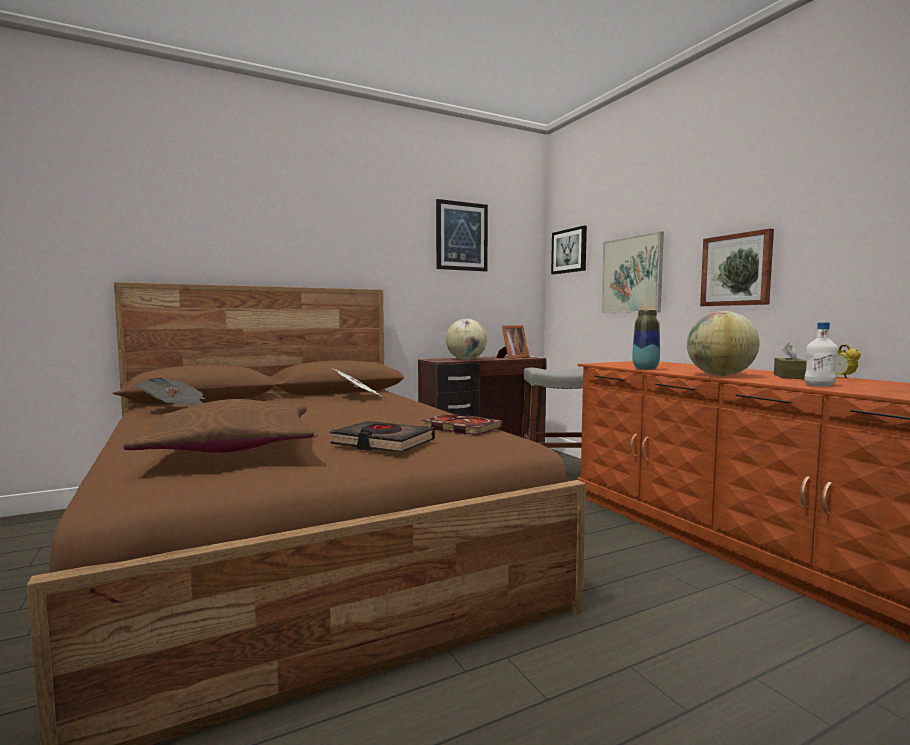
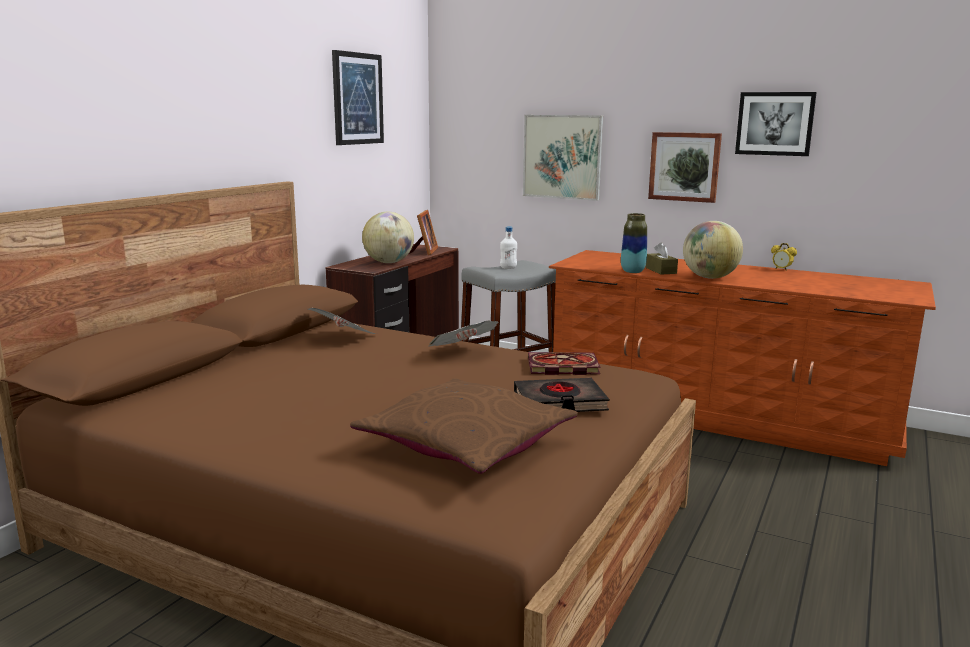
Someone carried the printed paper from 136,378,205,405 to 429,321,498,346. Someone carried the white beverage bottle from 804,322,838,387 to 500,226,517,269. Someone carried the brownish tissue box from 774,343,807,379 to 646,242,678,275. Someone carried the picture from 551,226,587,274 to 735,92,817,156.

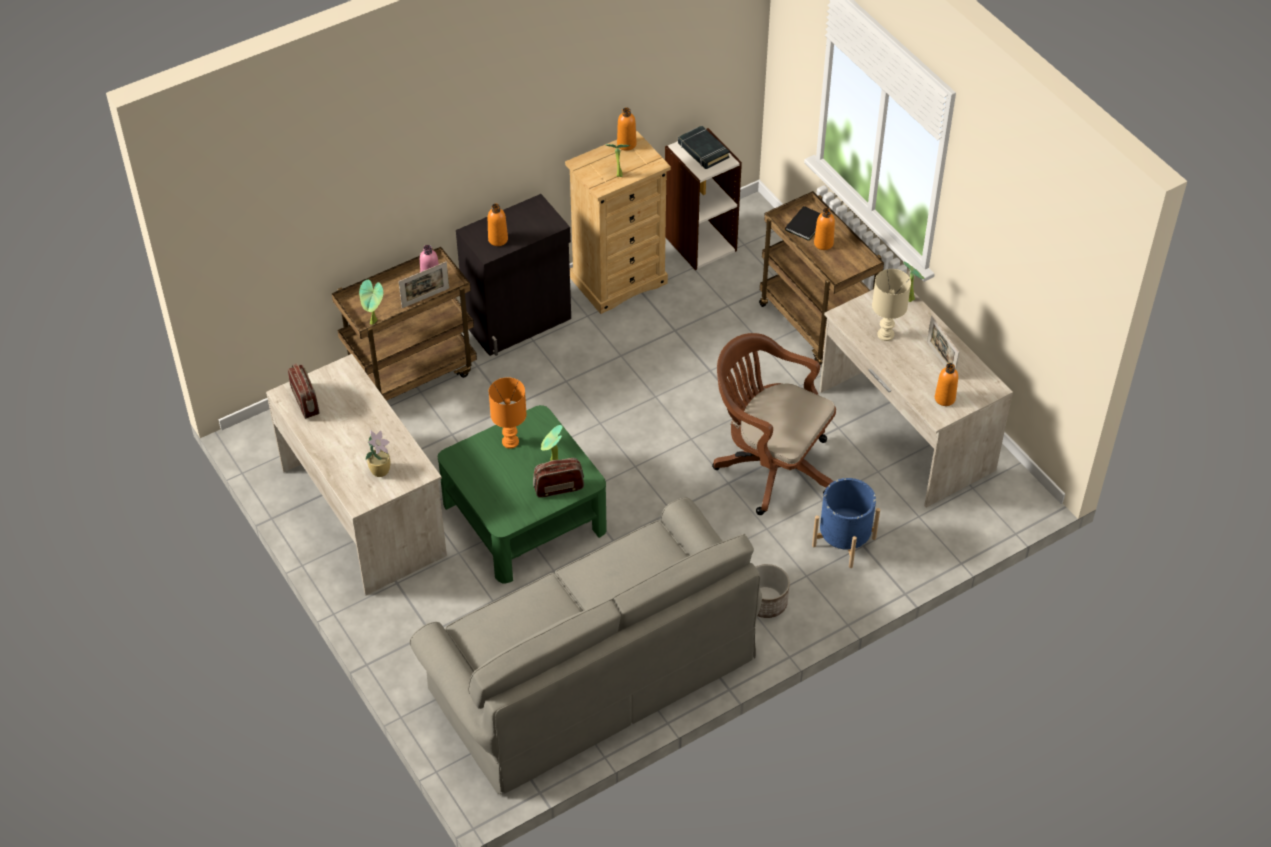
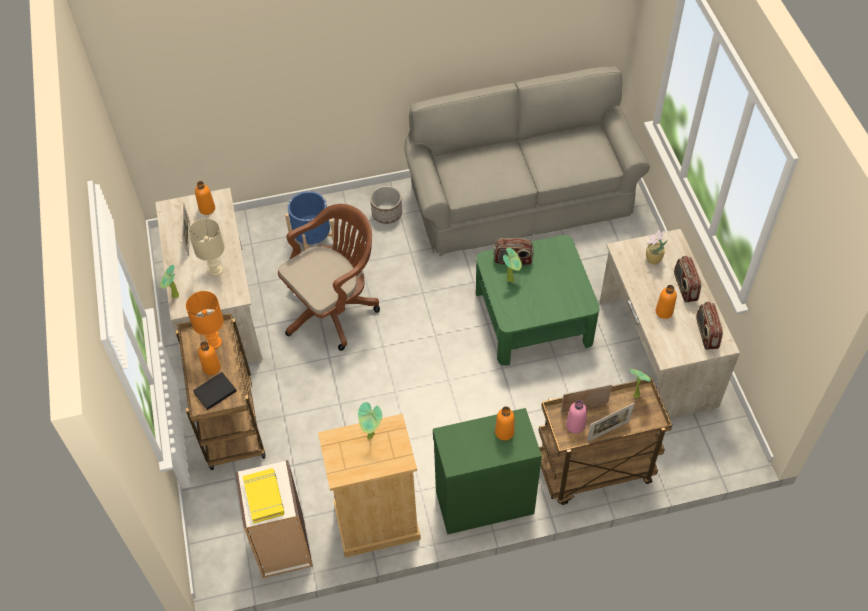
Someone carried the orange-coloured tabletop lamp from 489,377,527,449 to 186,291,224,349. Someone repainted the black volume at 678,126,730,169, which became the yellow volume at 243,468,285,523. Someone rotated the brownish desk chair at 712,333,836,515 by 90 degrees counterclockwise. Someone repainted the black cupboard at 456,194,571,356, which became the green cupboard at 433,408,542,535. Someone put down the photo frame at 587,403,634,442. Someone carried the orange-coloured beverage bottle from 617,108,636,151 to 655,285,677,319. Someone put down the radio at 674,256,701,303.

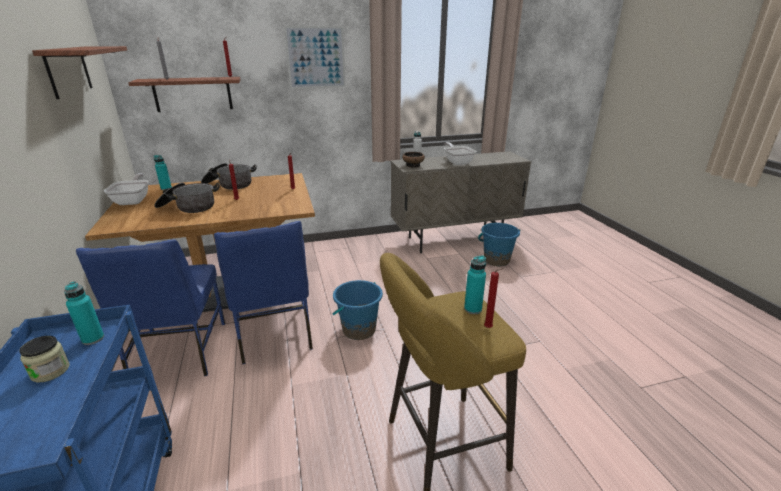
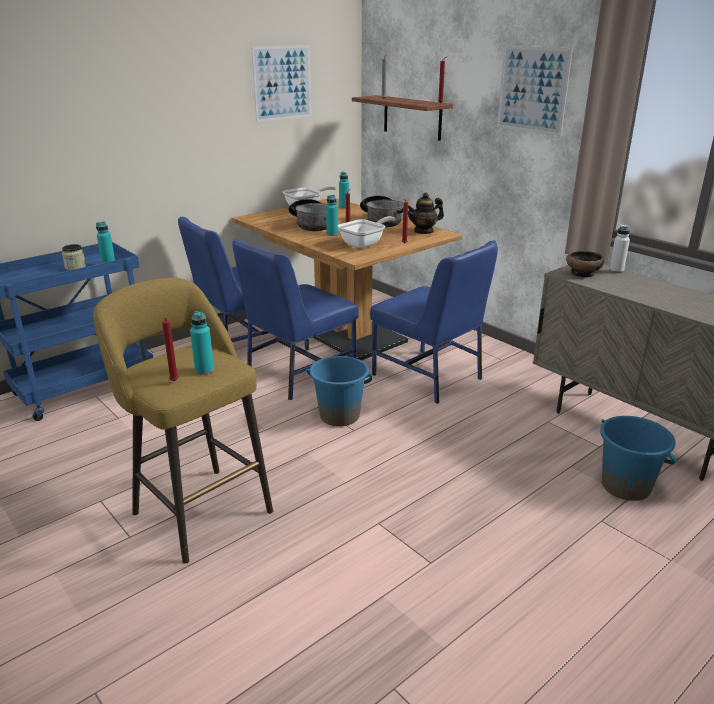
Someone swapped the bracket shelf at 32,46,127,99 for the picture at 251,45,311,122. Someone put down the blue-green beverage bottle at 326,195,338,236. Someone carried the frying pan from 444,142,476,165 to 338,216,395,248. Someone put down the blue-coloured upright chair at 370,240,498,404. Someone put down the tea pot at 408,192,444,234.

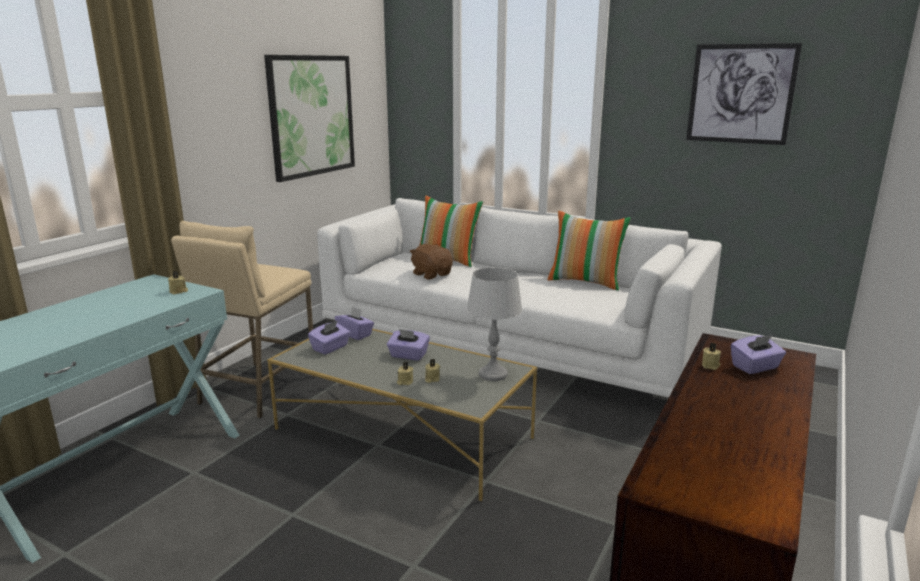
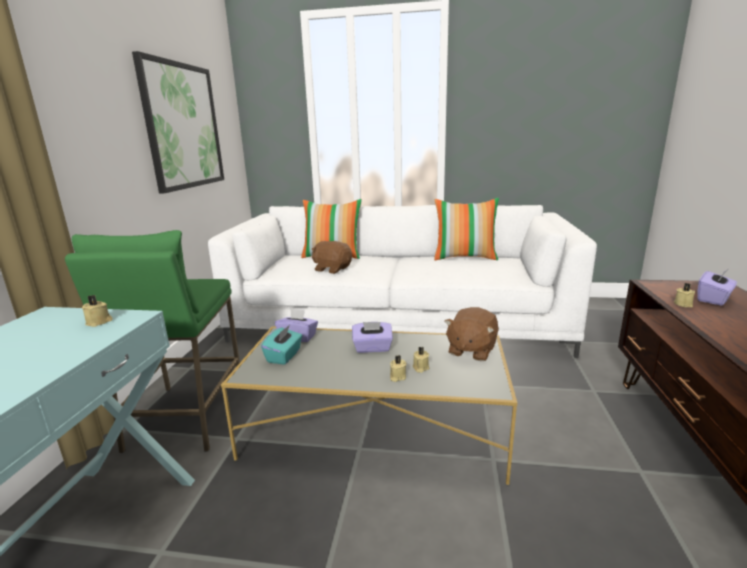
Someone repainted the beige sitting stool at 171,221,316,418, which became the green sitting stool at 65,230,240,453. Someone repainted the purplish tissue box at 308,320,350,354, which became the blue-green tissue box at 261,325,302,365. Someone swapped the grey tabletop lamp at 467,267,522,381 for the brownish plush toy at 444,307,499,361. Someone took away the picture at 686,43,802,145.

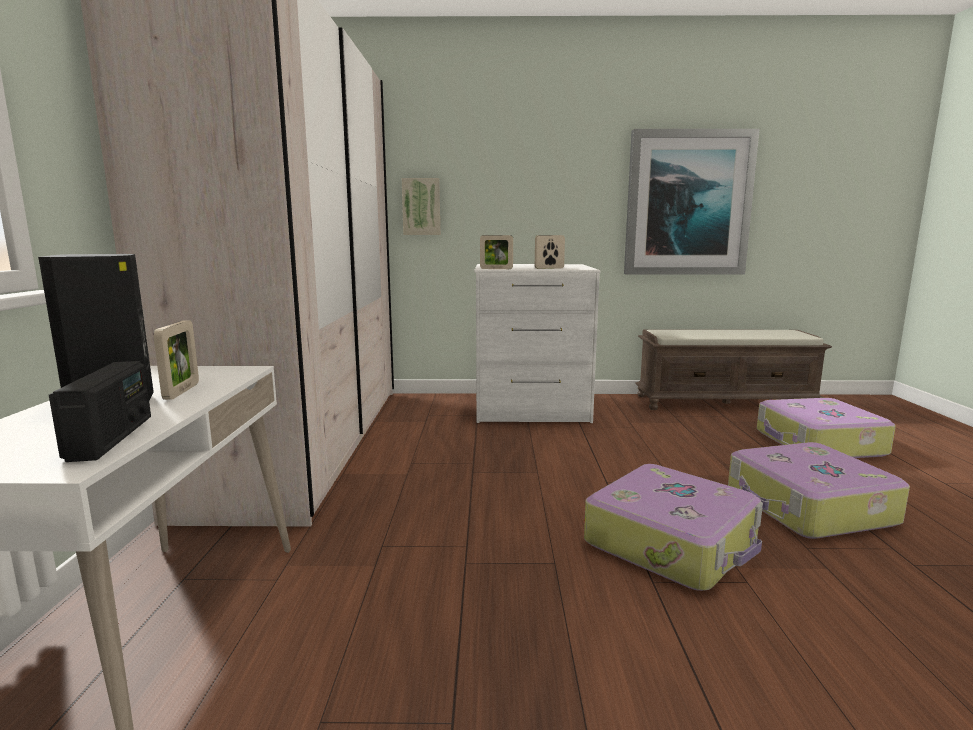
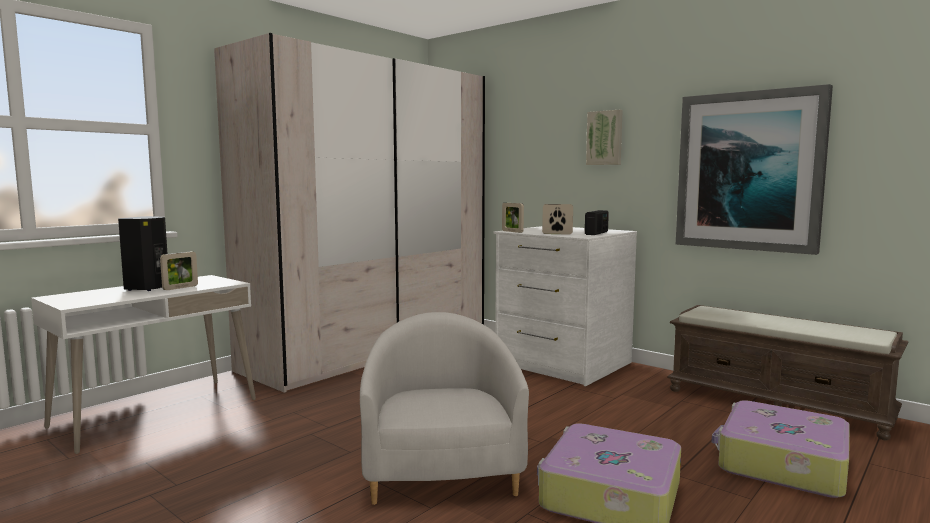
Someone swapped the suitcase at 584,464,763,591 for the white armchair at 360,312,529,505. Someone carried the radio from 49,361,151,462 to 585,210,609,235. Someone carried the picture from 402,178,440,235 to 586,110,623,165.

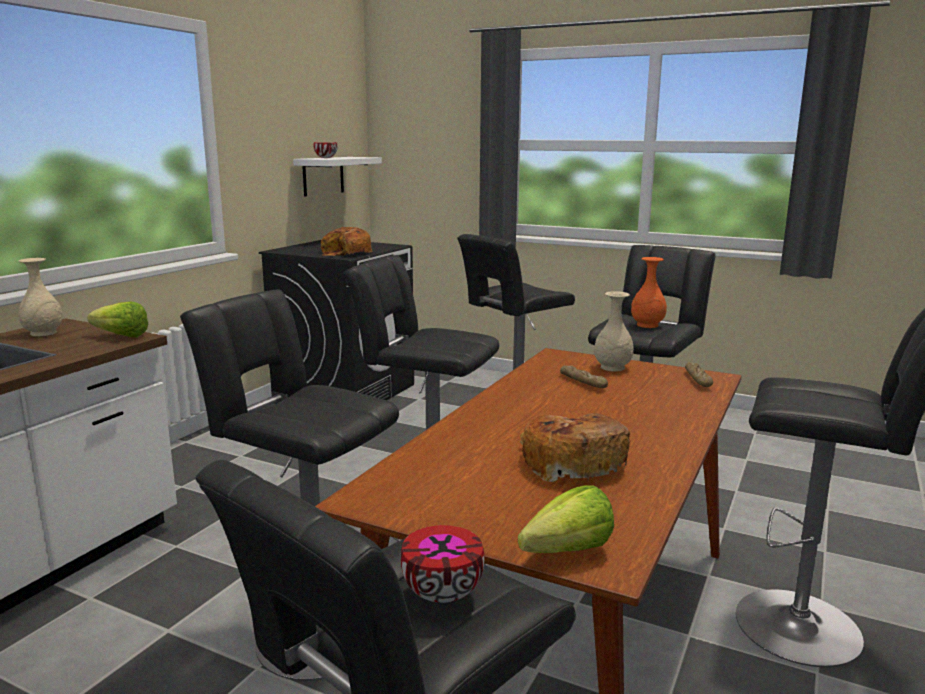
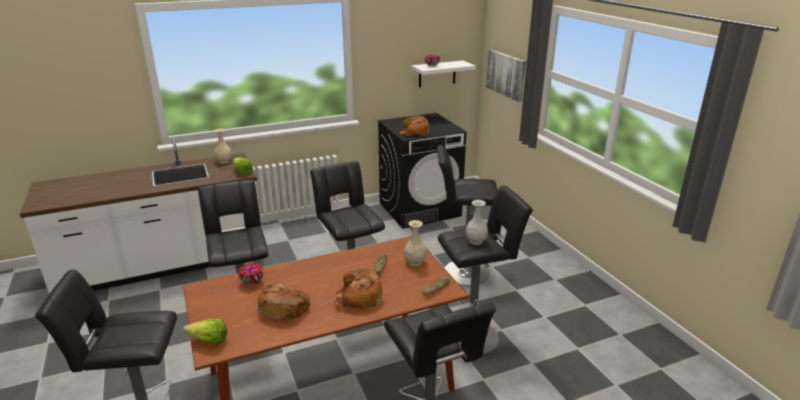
Someone carried the deep dish from 401,525,484,603 to 238,263,263,285. Someone put down the baked bread at 334,268,382,309. Someone repainted the orange-coloured decorative vase at 631,257,667,328, which became the white decorative vase at 466,200,488,245. Someone put up the picture at 486,50,526,102.

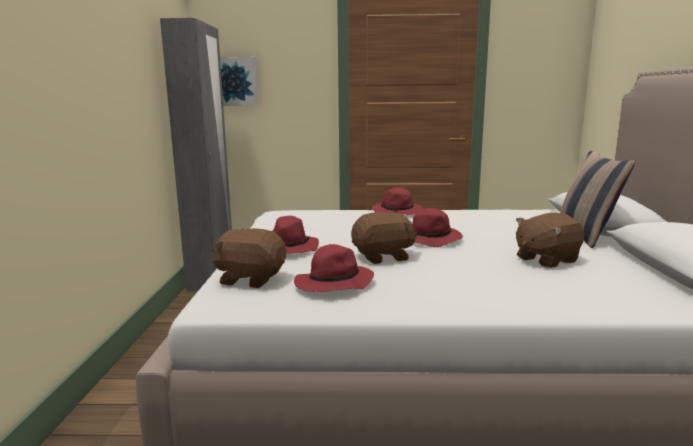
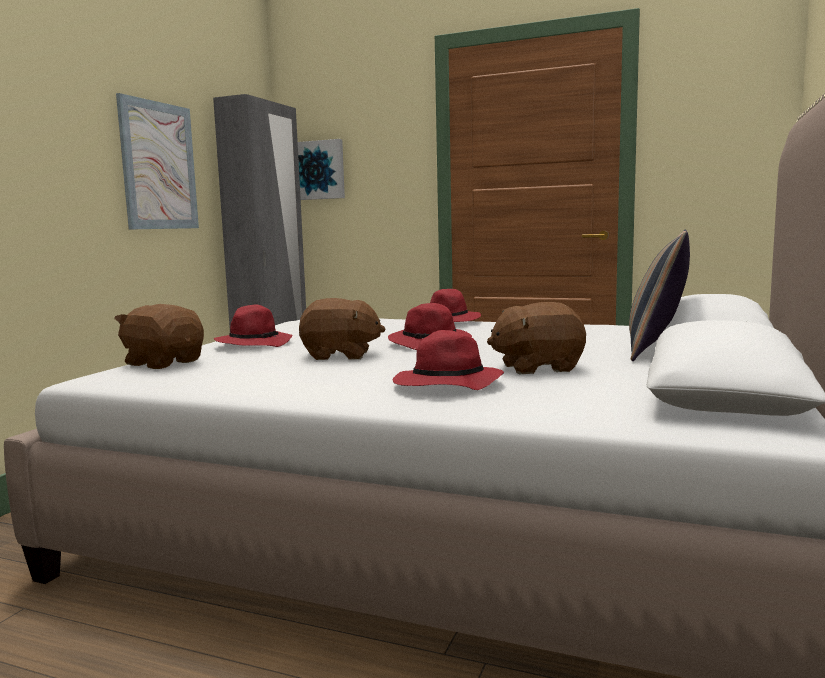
Someone put up the picture at 116,93,199,230. Someone carried the red clothing hat from 294,244,374,292 to 393,330,504,390.

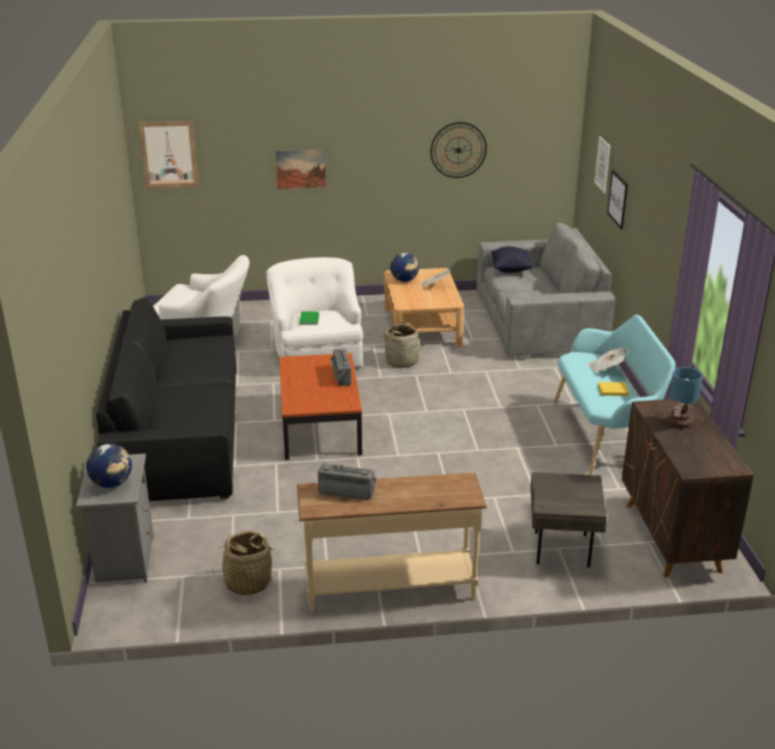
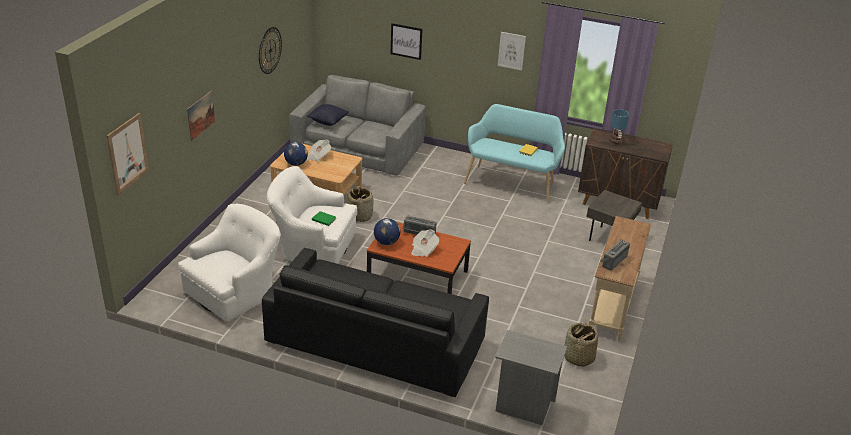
Someone carried the globe from 86,443,132,488 to 374,218,400,245. Someone carried the printed paper from 587,347,628,372 to 411,229,439,257. Someone carried the picture from 594,136,611,193 to 498,32,526,71.

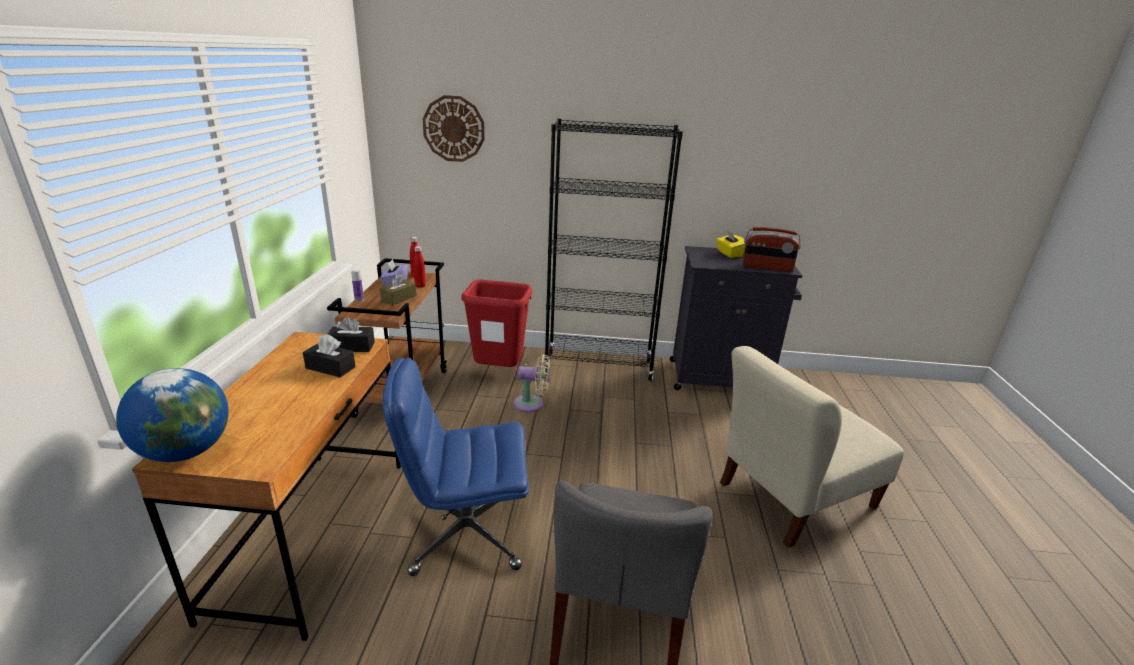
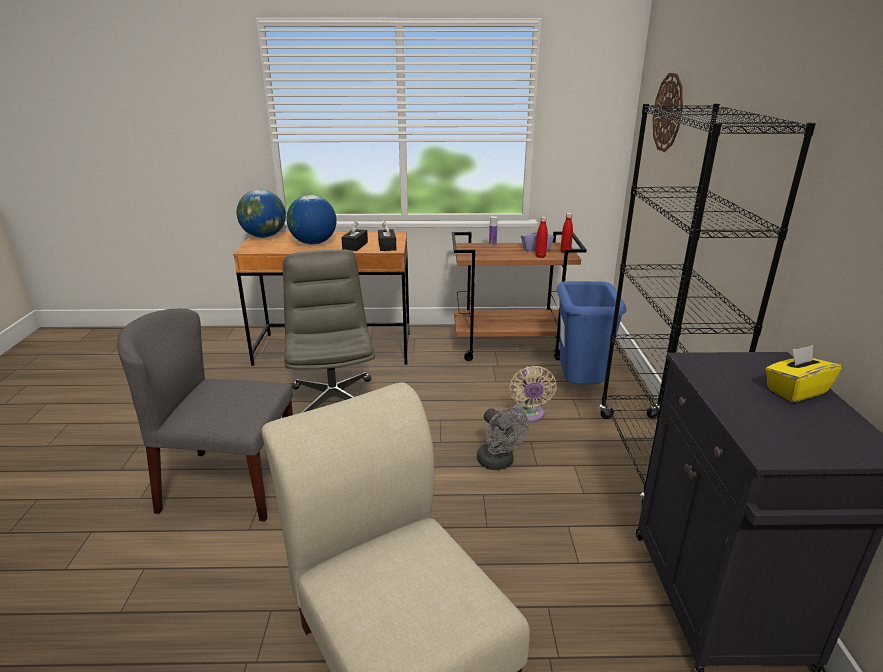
Someone repainted the blue-coloured desk chair at 382,358,529,576, which became the grey desk chair at 282,249,375,413. Someone put down the globe at 286,195,337,245. Someone put down the grey cooling fan at 477,408,529,470. Someone repainted the red rubbish bin at 461,280,532,367, which became the blue-coloured rubbish bin at 556,281,626,384. Someone took away the brownish tissue box at 380,273,417,305. Someone took away the radio at 742,227,801,272.

